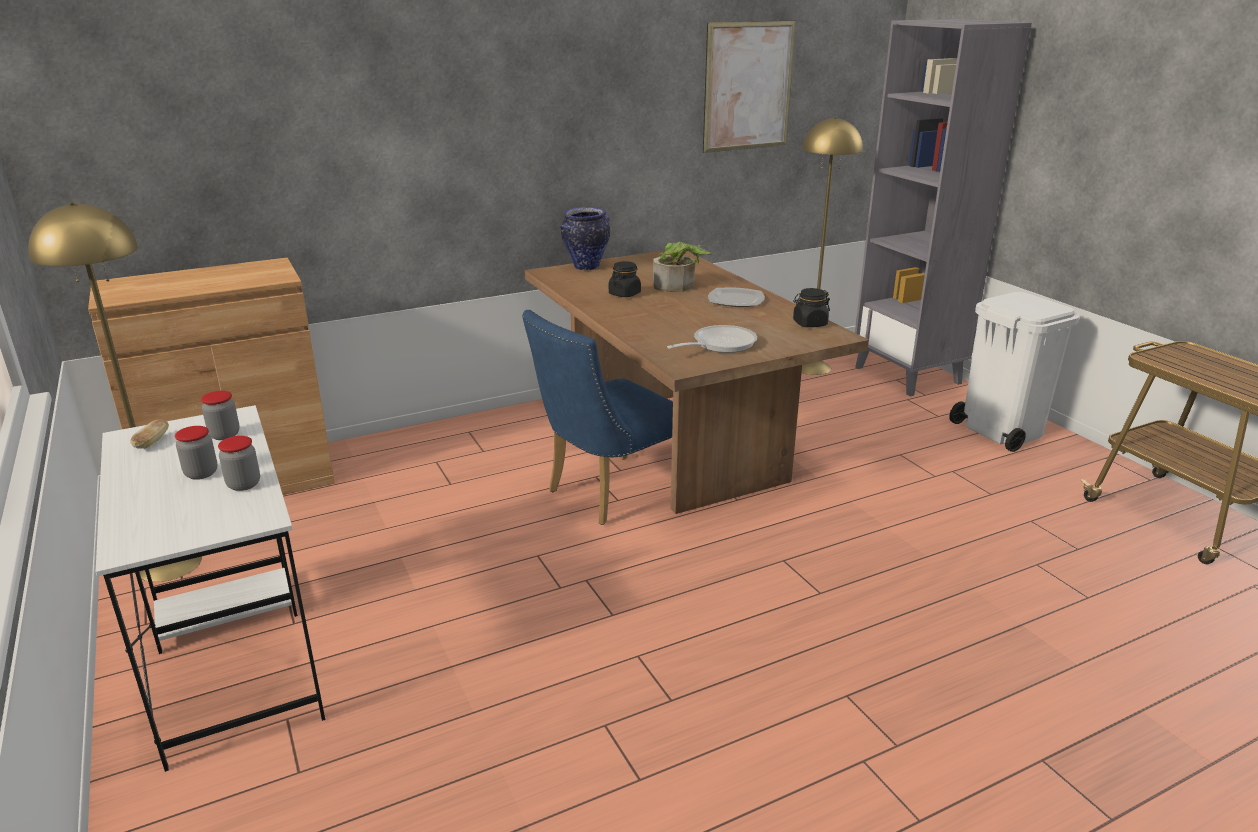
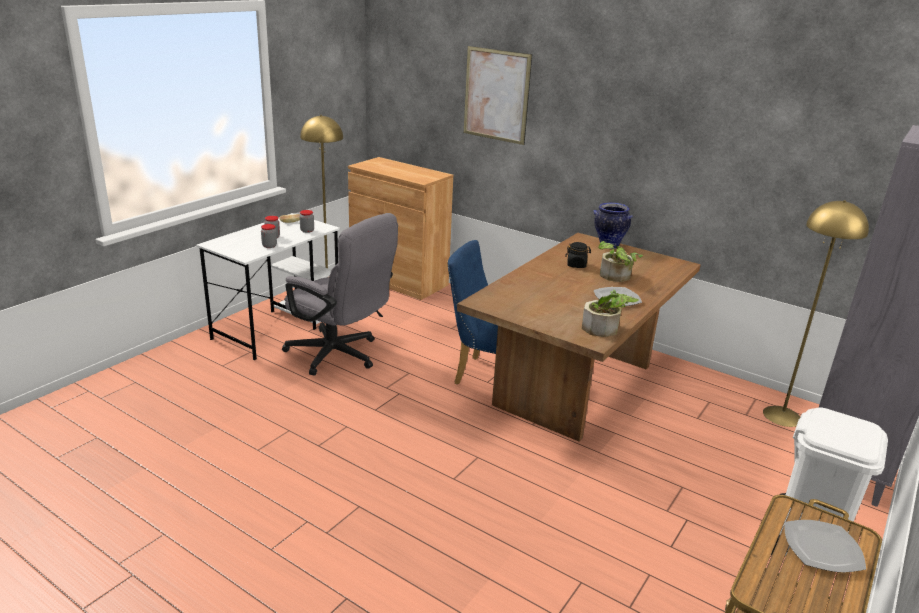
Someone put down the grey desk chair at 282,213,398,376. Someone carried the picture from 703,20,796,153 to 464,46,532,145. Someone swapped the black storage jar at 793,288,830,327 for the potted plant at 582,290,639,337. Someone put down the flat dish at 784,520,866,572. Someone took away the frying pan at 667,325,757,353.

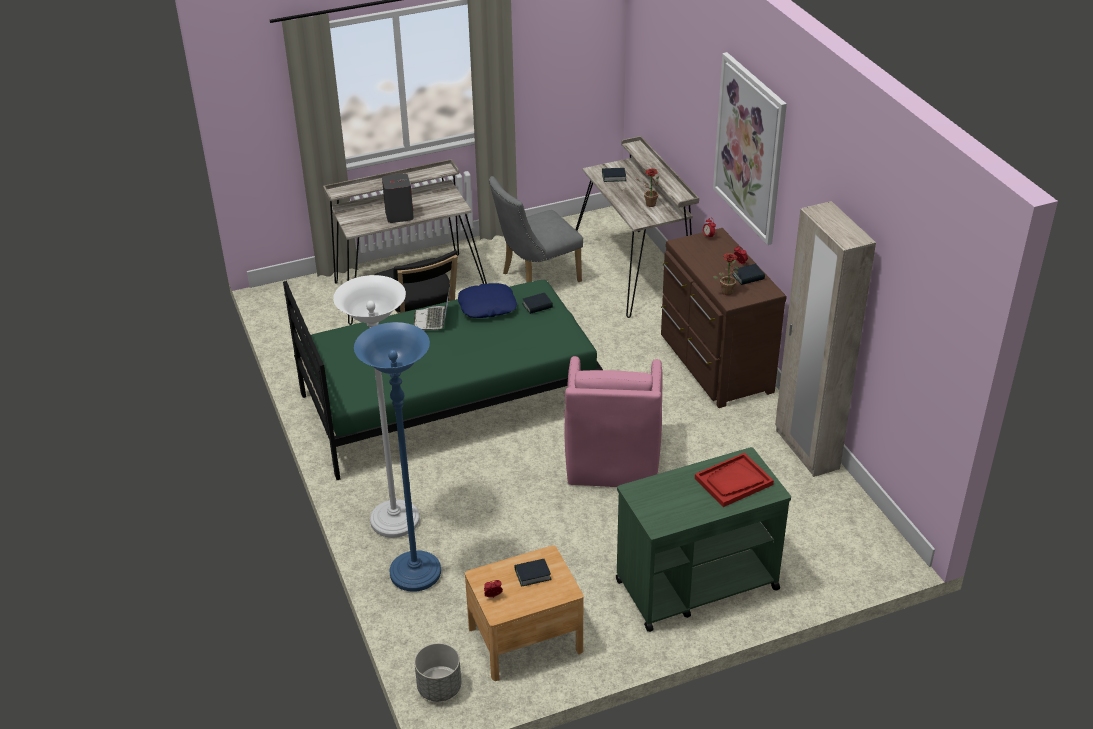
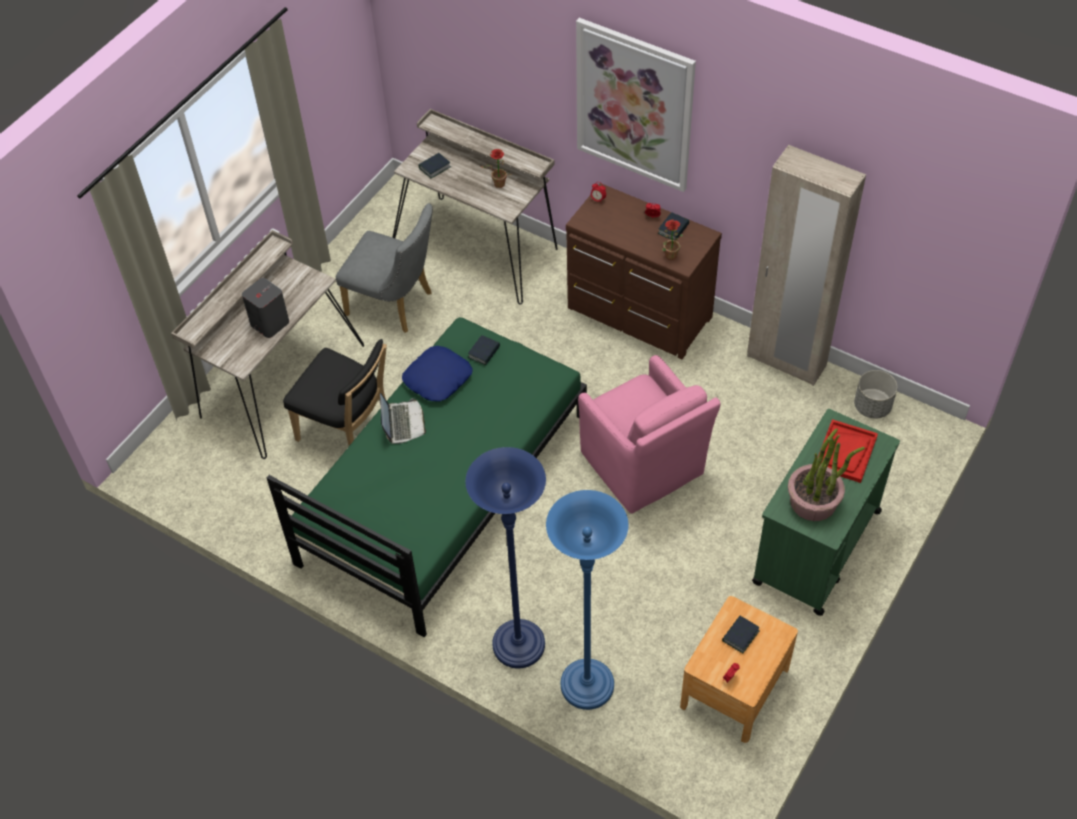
Someone rotated the grey upright chair at 489,176,583,283 by 90 degrees counterclockwise. Someone rotated the notebook computer at 414,285,450,331 by 150 degrees counterclockwise. Someone repainted the white standard lamp at 333,275,420,538, which became the blue-coloured standard lamp at 465,447,546,669. Someone put down the potted plant at 788,429,865,521. Someone carried the grey plant pot from 414,643,461,702 to 854,370,897,419.

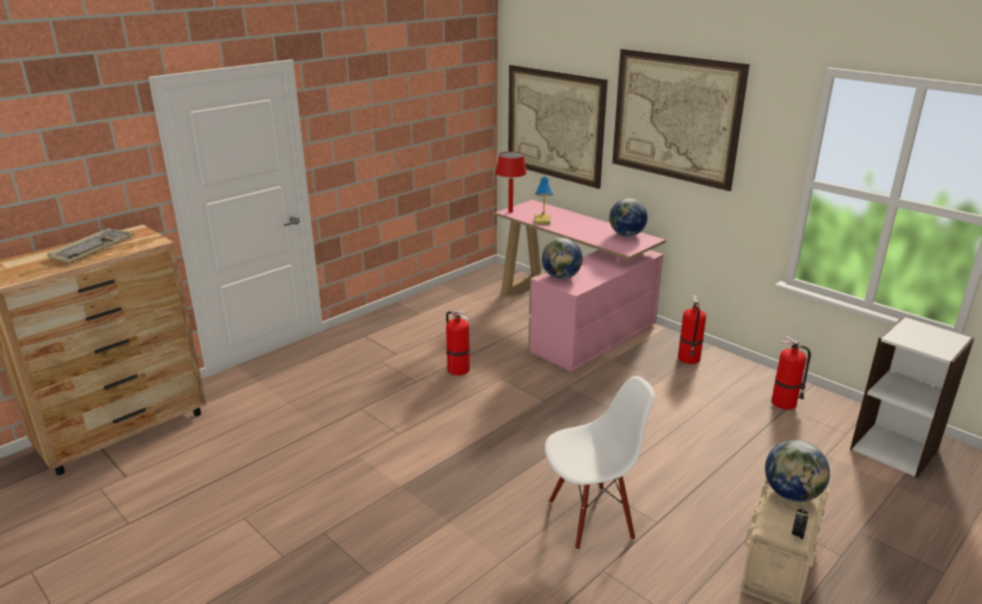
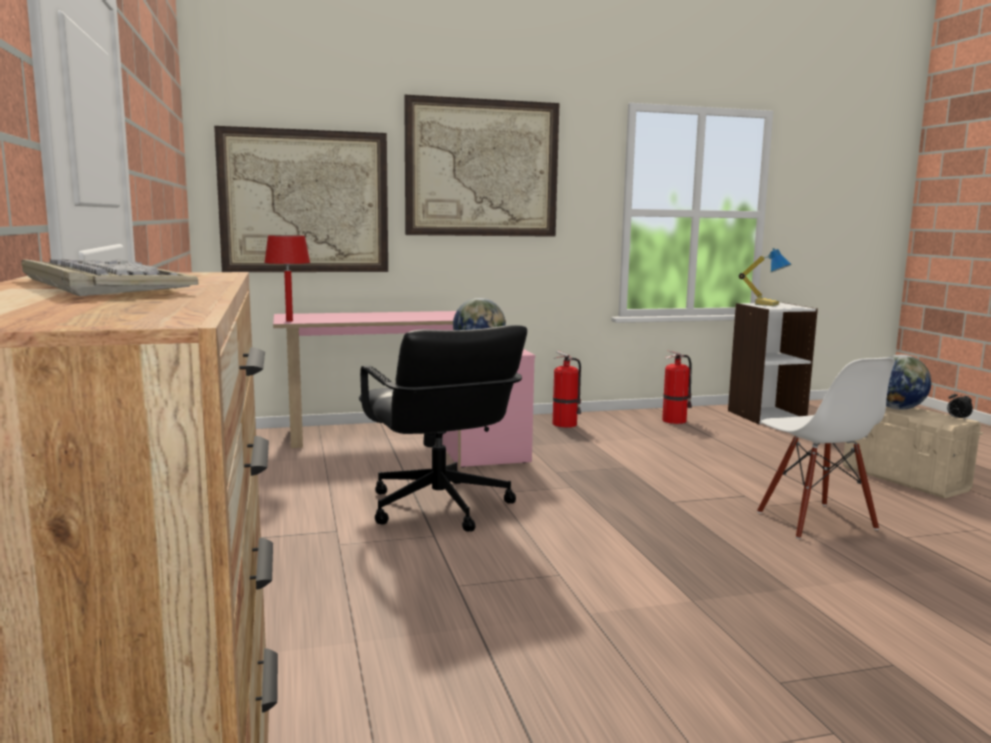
Someone swapped the fire-fighting cylinder at 446,311,470,375 for the black desk chair at 359,325,527,532. Someone carried the tabletop lamp from 534,176,553,225 to 739,248,791,306. Someone rotated the white upright chair at 545,376,655,550 by 150 degrees clockwise. Someone took away the globe at 609,198,648,237.

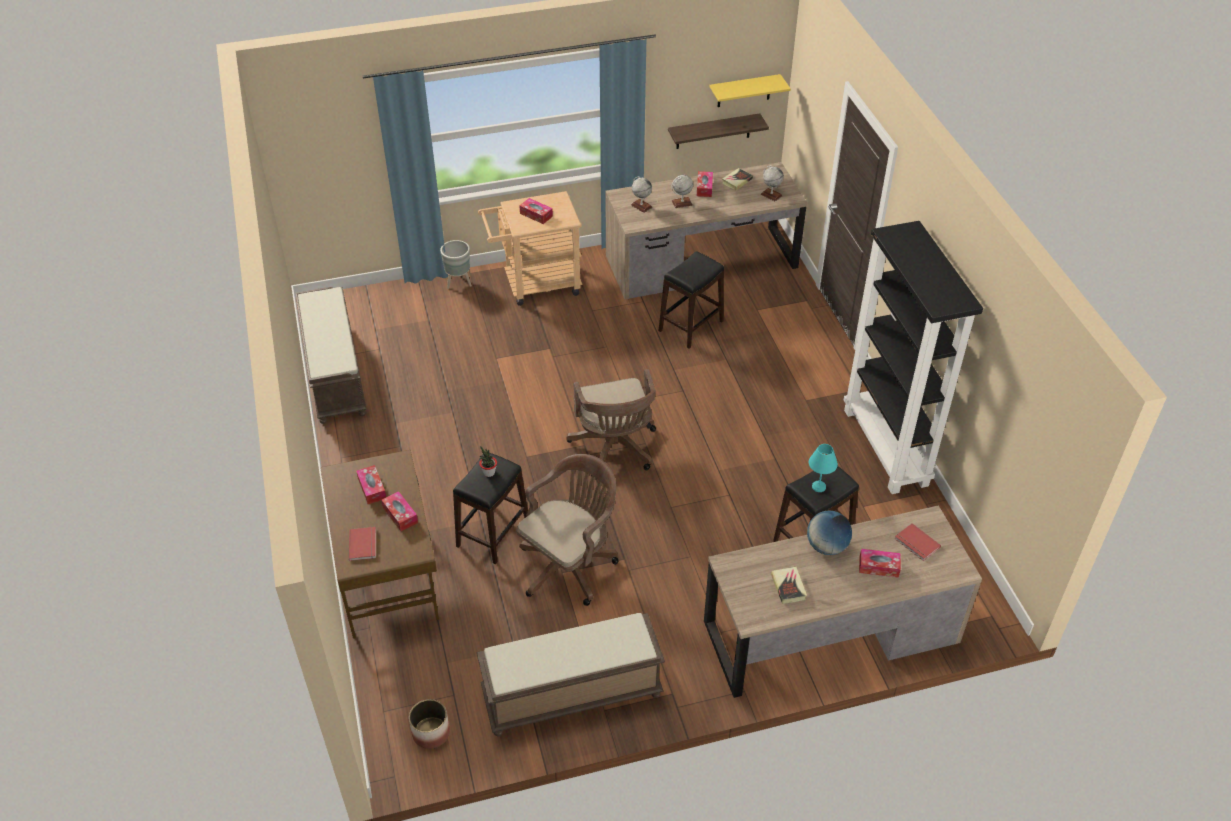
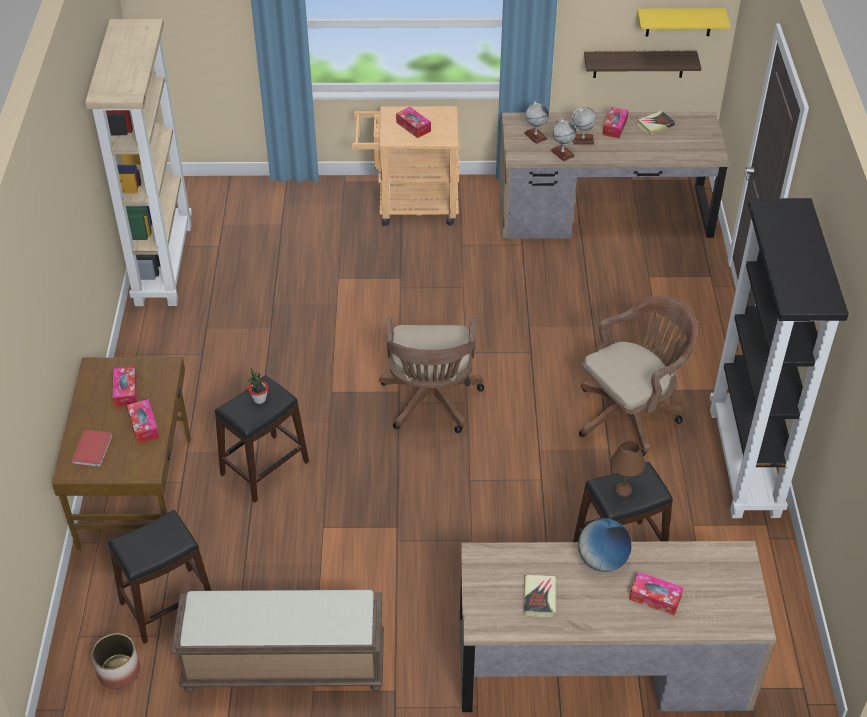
Someone swapped the brownish long seat at 296,287,367,424 for the beige bookcase at 85,19,192,306. Someone carried the black sitting stool from 659,251,724,349 to 108,510,211,644. Someone carried the globe from 760,166,784,202 to 550,118,576,161. Someone carried the brownish desk chair from 516,454,619,606 to 579,296,697,457. Someone repainted the blue-green tabletop lamp at 809,444,838,492, which became the brownish tabletop lamp at 611,440,645,497. Someone took away the grey plant pot at 440,240,472,289. Someone took away the red volume at 895,523,941,561.

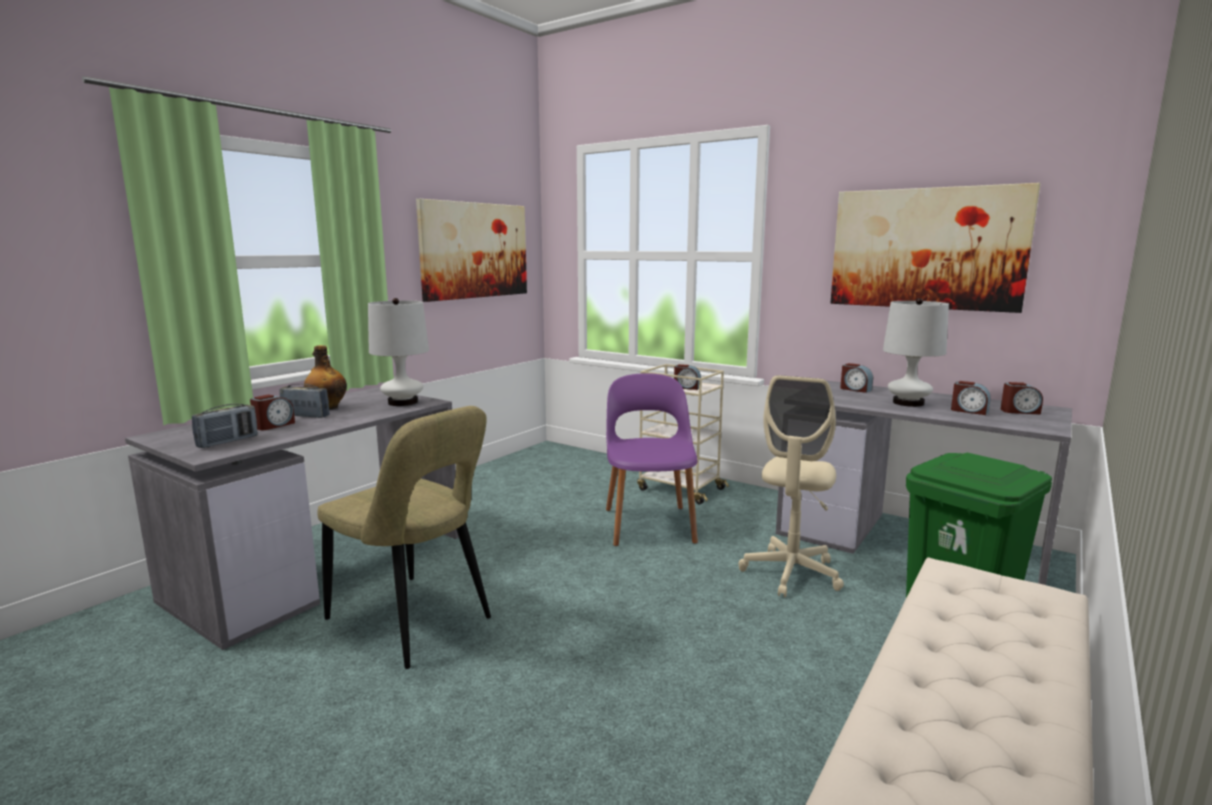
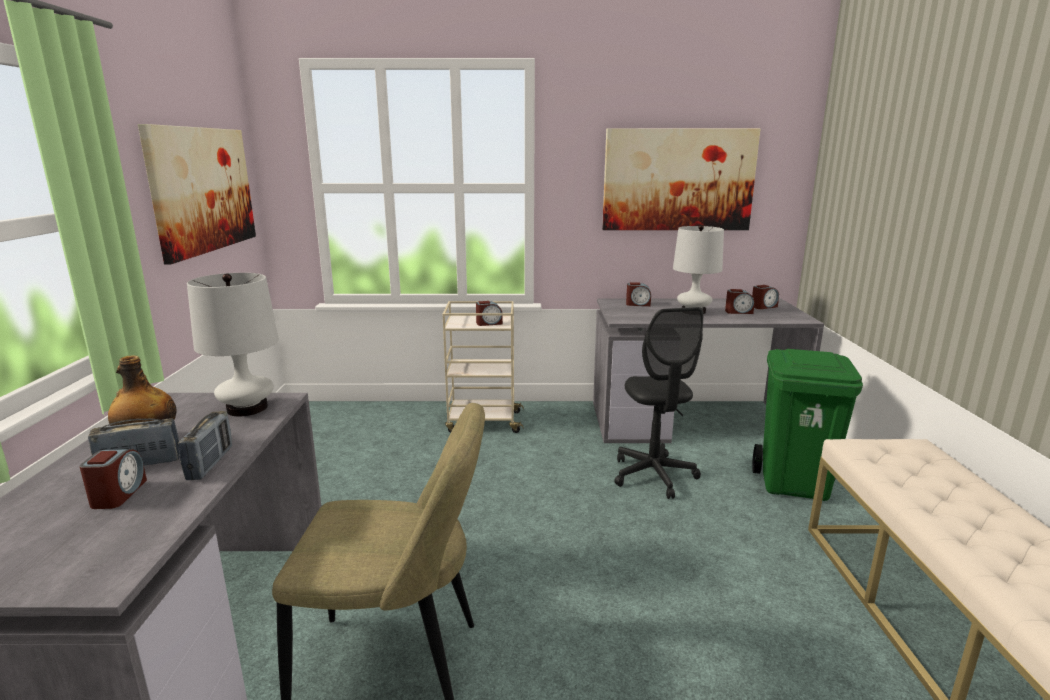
Someone carried the radio from 192,404,258,448 to 178,411,232,480. Someone repainted the beige desk chair at 738,375,844,597, which became the black desk chair at 614,307,704,499. Someone took away the purplish upright chair at 606,373,698,546.

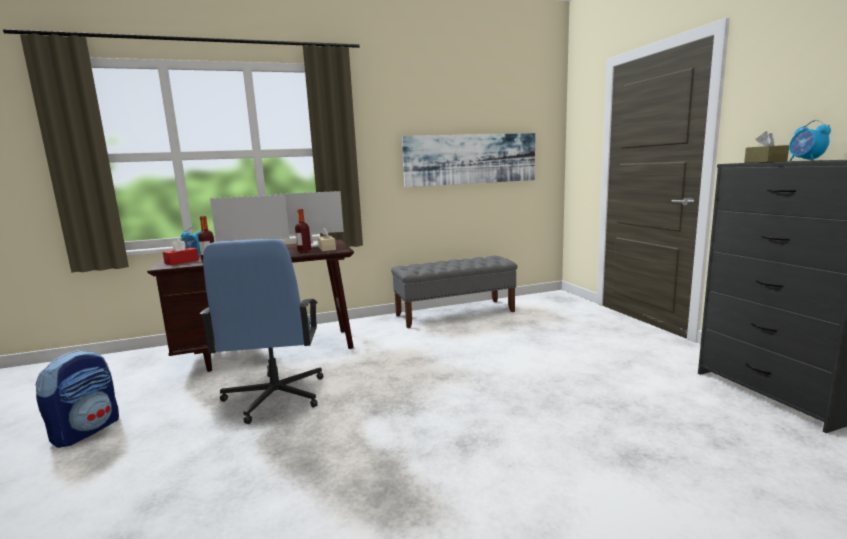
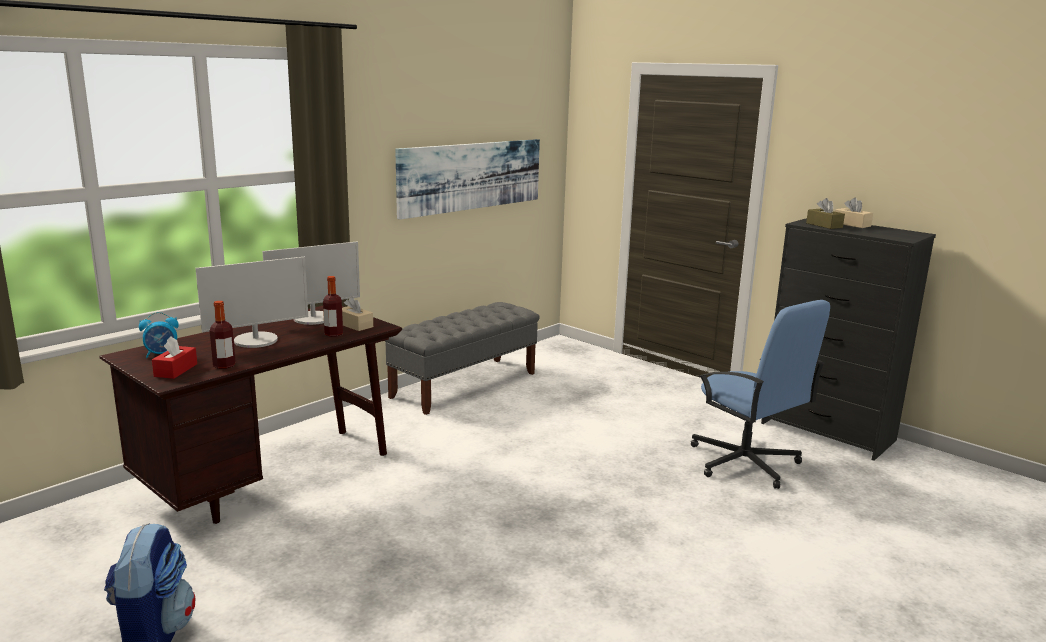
Someone carried the blue-coloured desk chair from 200,239,323,424 to 691,300,830,489. Someone swapped the alarm clock at 789,120,831,161 for the beige tissue box at 835,198,873,228.

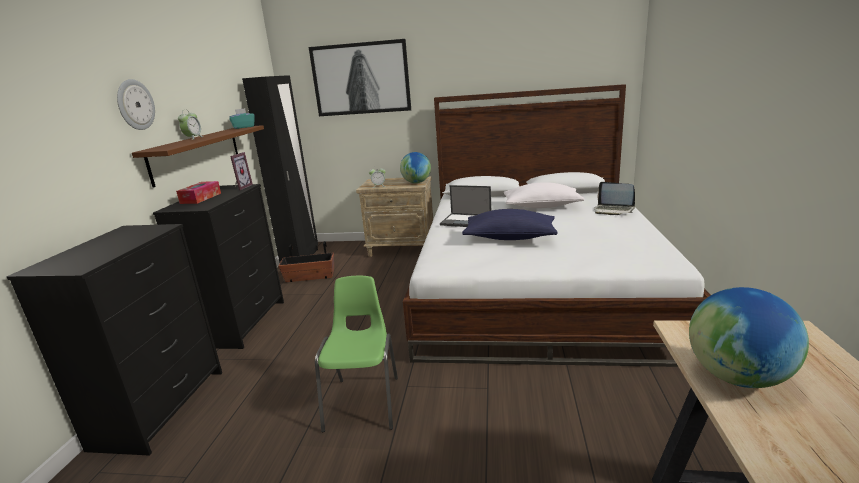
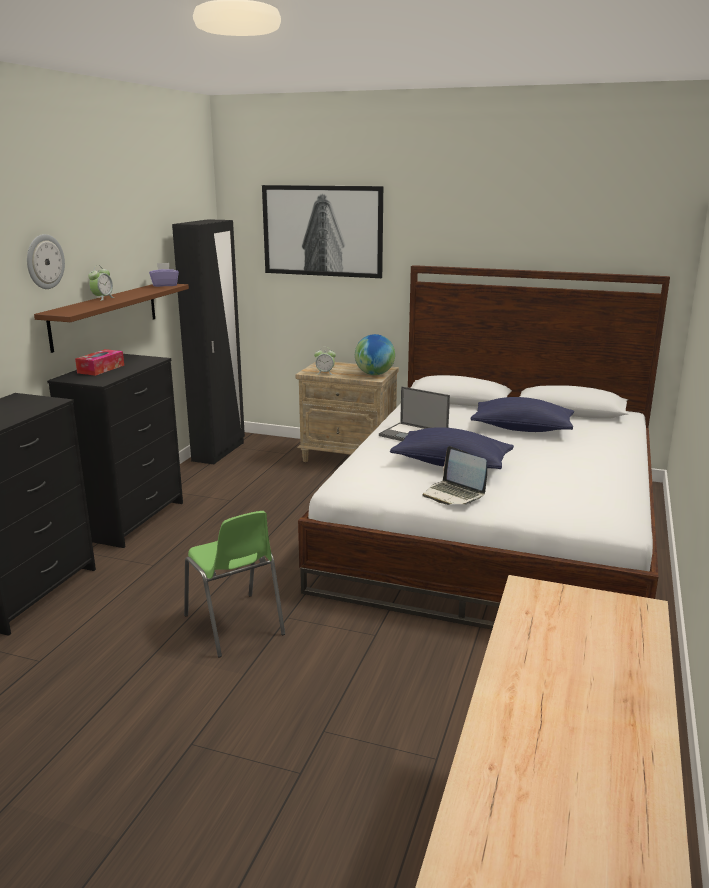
Someone repainted the blue-green tissue box at 229,108,255,129, which became the purplish tissue box at 149,263,179,287. Someone rotated the green upright chair at 315,276,398,432 by 135 degrees clockwise. Someone carried the notebook computer from 594,182,635,215 to 423,446,487,505. Someone repainted the white pillow at 504,182,584,208, which became the blue-coloured pillow at 470,397,574,432. Someone took away the photo frame at 230,152,253,190. Someone took away the plant pot at 278,241,334,282. Someone took away the globe at 689,287,809,388.

